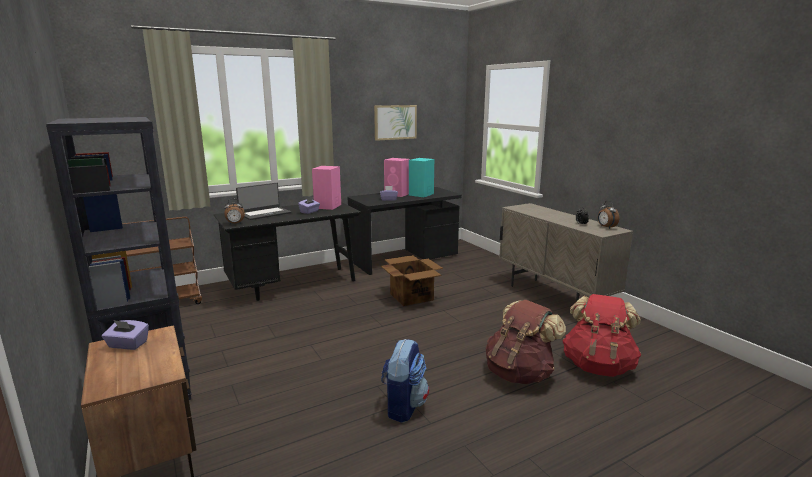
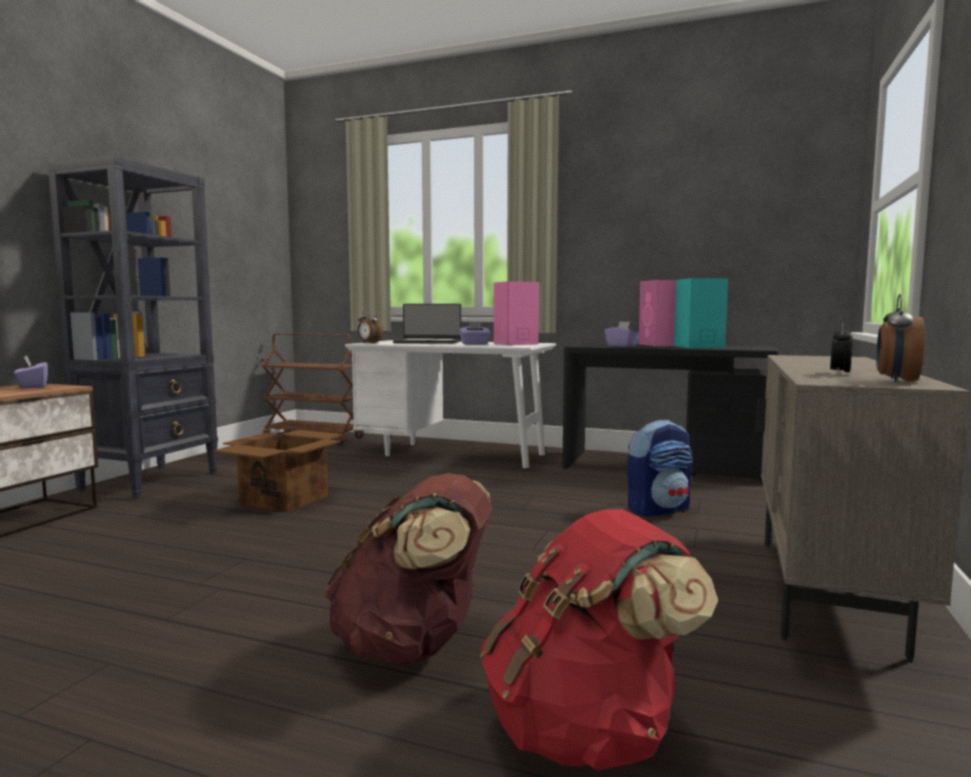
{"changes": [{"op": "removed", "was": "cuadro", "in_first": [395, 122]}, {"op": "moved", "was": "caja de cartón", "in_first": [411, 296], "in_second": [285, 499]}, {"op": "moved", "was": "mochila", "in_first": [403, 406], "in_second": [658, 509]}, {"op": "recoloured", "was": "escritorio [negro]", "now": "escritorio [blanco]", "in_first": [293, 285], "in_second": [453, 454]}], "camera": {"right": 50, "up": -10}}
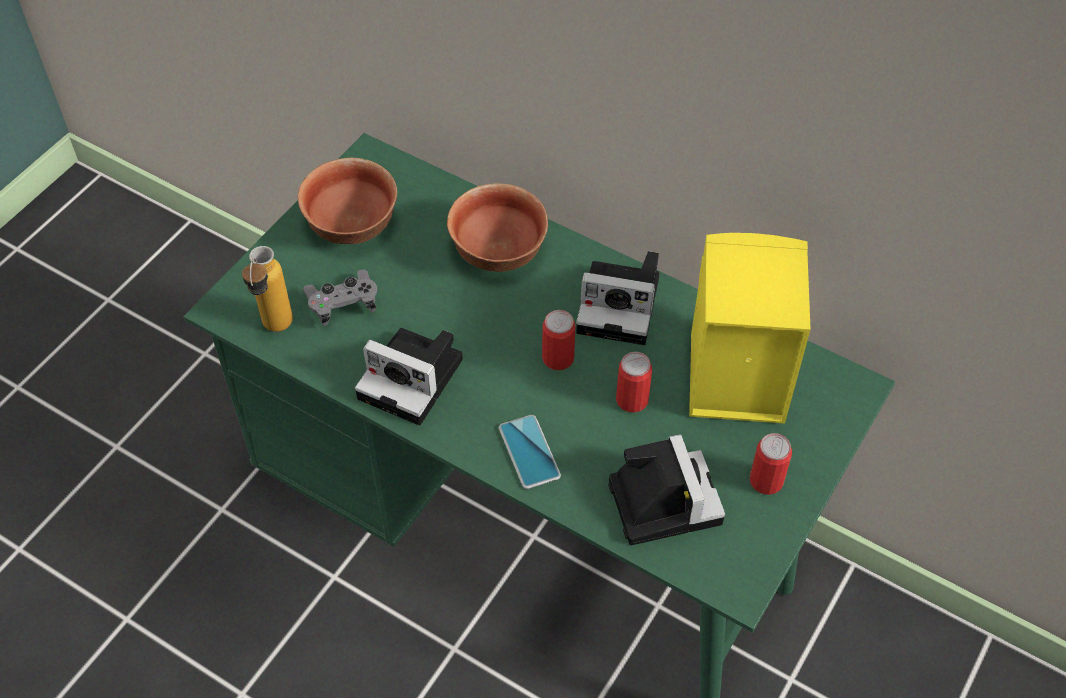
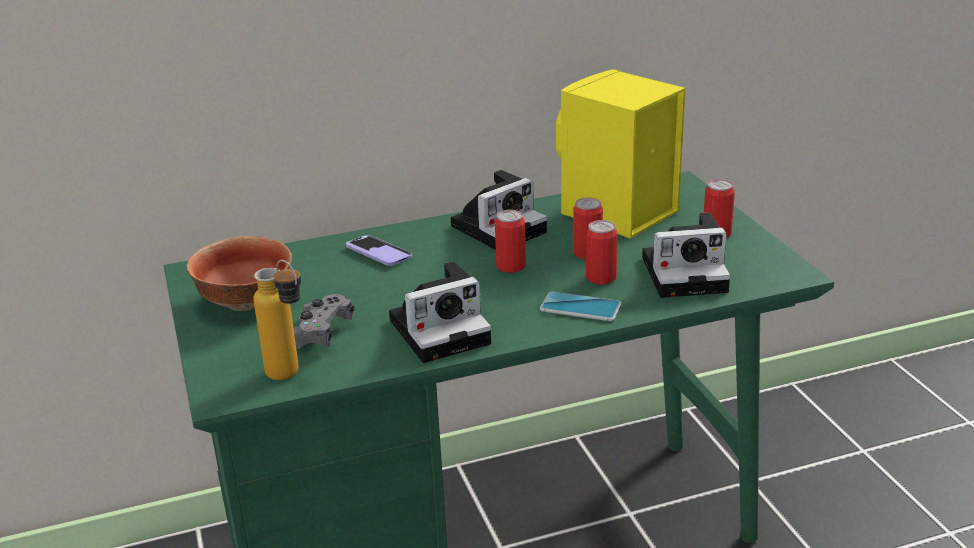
{"changes": [{"op": "added", "now": "lata", "in_second": [601, 278]}, {"op": "replaced", "was": "cuenco", "now": "móvil", "in_first": [500, 251], "in_second": [379, 253]}, {"op": "turned", "was": "cámara", "in_first": [662, 499], "in_second": [687, 273], "clockwise": 150}], "camera": {"right": -50, "up": -25}}
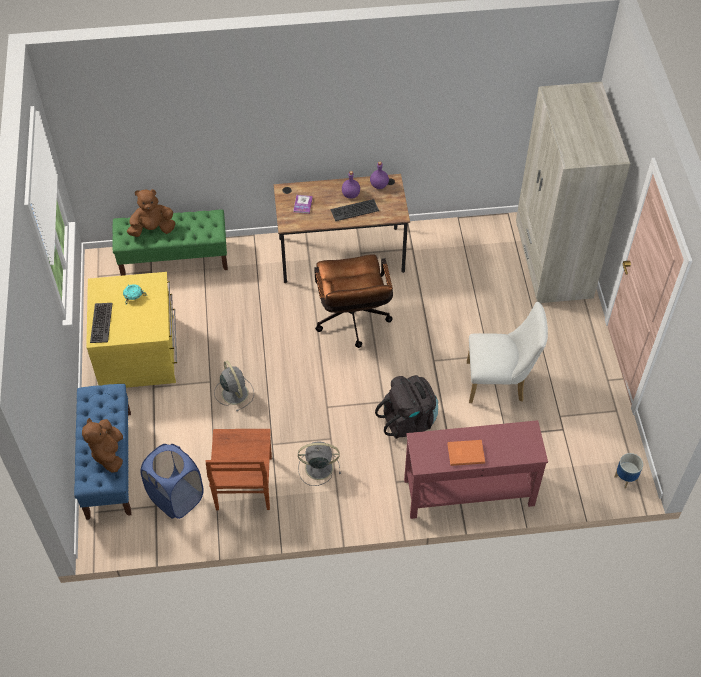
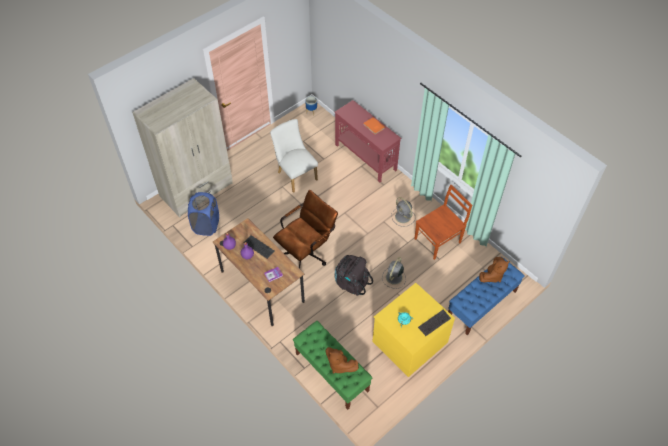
{"changes": [{"op": "moved", "was": "cesto de la ropa [azul]", "in_first": [176, 497], "in_second": [206, 225]}, {"op": "moved", "was": "mochila [negro]", "in_first": [409, 420], "in_second": [351, 283]}], "camera": {"right": -125, "up": 0}}
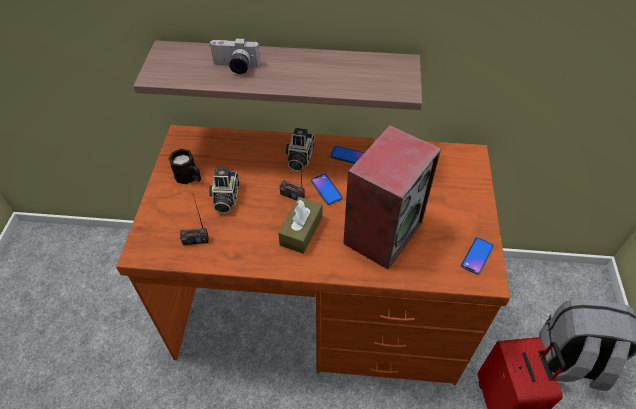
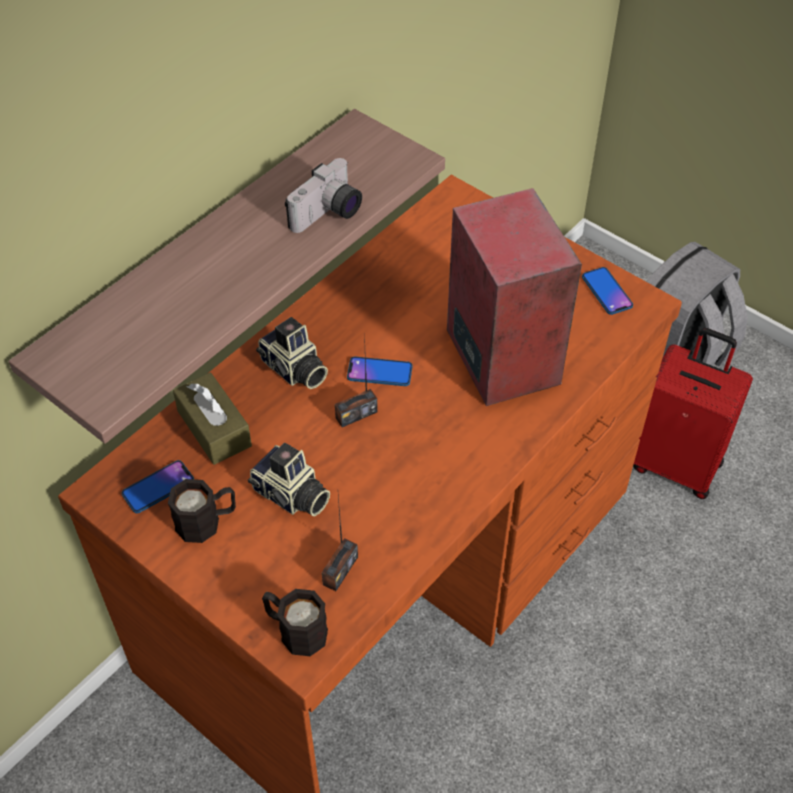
{"changes": [{"op": "added", "now": "taza grande [negro]", "in_second": [295, 630]}, {"op": "moved", "was": "cámara", "in_first": [235, 67], "in_second": [328, 215]}, {"op": "moved", "was": "caja de pañuelos [marrón]", "in_first": [301, 231], "in_second": [214, 428]}, {"op": "moved", "was": "móvil", "in_first": [349, 156], "in_second": [158, 487]}], "camera": {"right": -55, "up": 0}}
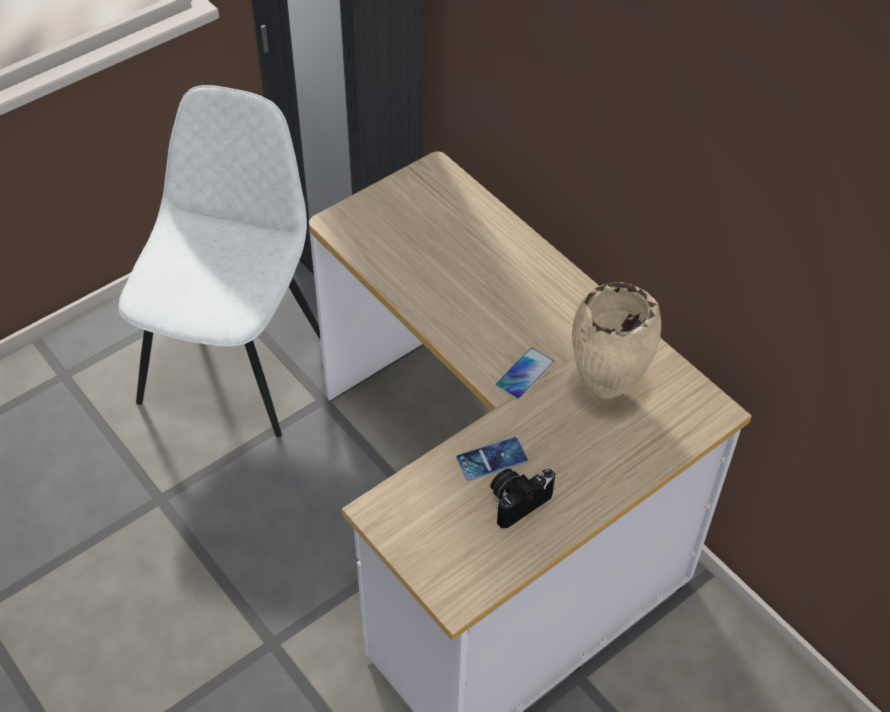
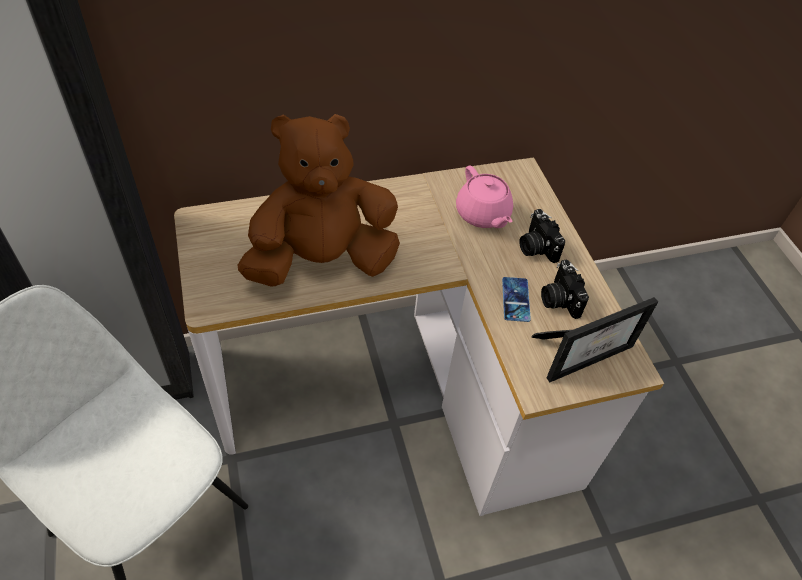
{"changes": [{"op": "removed", "was": "móvil", "in_first": [524, 374]}, {"op": "added", "now": "peluche [marrón]", "in_second": [322, 260]}, {"op": "added", "now": "cámara", "in_second": [536, 247]}, {"op": "added", "now": "portarretratos", "in_second": [585, 353]}, {"op": "replaced", "was": "florero [beis]", "now": "tetera [rosa]", "in_first": [605, 392], "in_second": [482, 215]}], "camera": {"right": -70, "up": 0}}
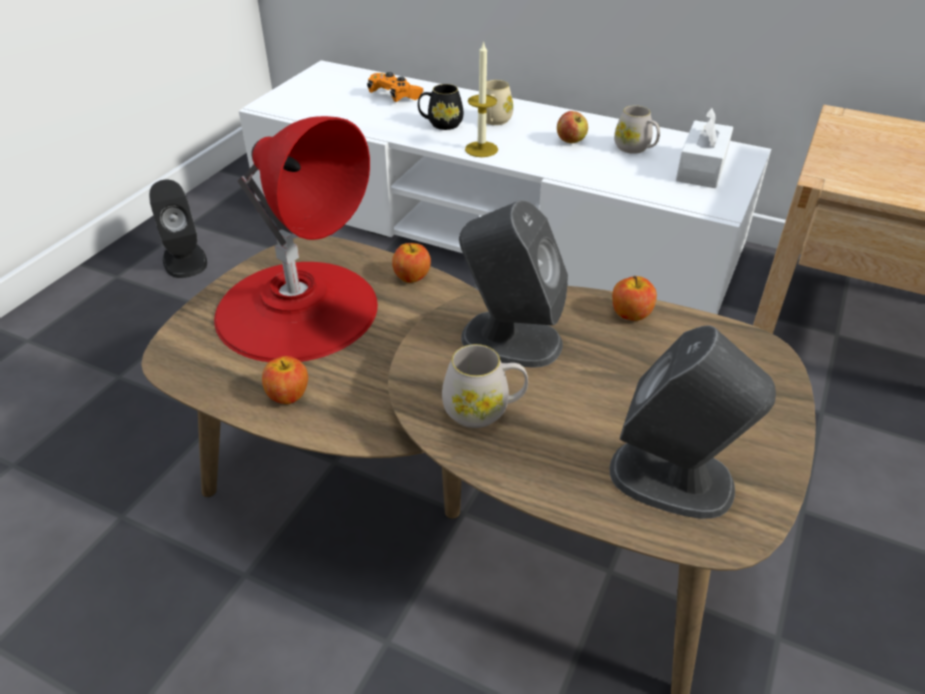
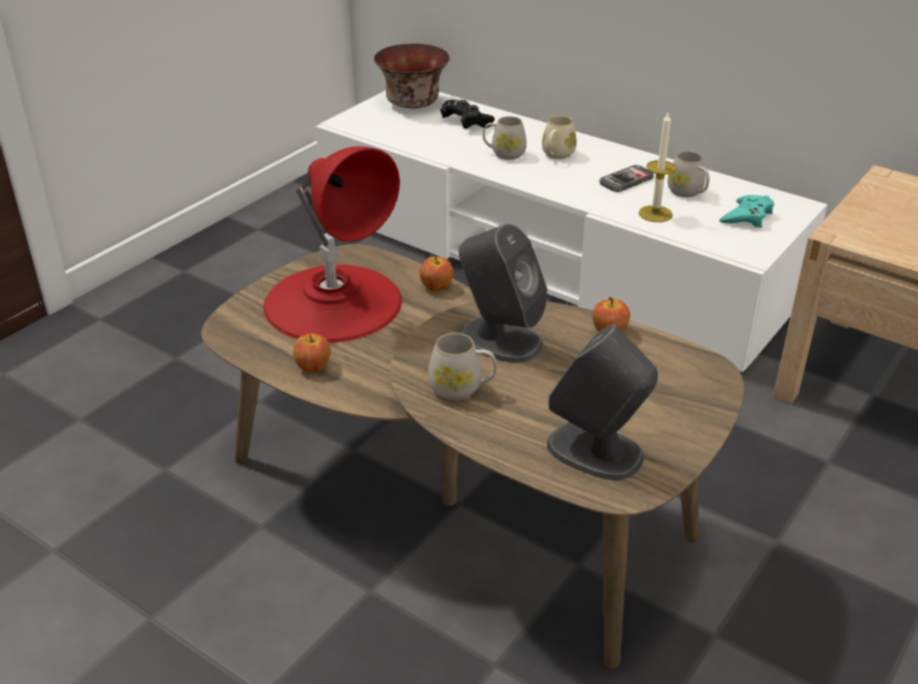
{"changes": [{"op": "removed", "was": "altavoz [negro]", "in_first": [184, 260]}, {"op": "added", "now": "cuenco", "in_second": [413, 103]}, {"op": "moved", "was": "vela", "in_first": [481, 149], "in_second": [655, 214]}, {"op": "replaced", "was": "manzana", "now": "móvil", "in_first": [571, 141], "in_second": [626, 180]}, {"op": "replaced", "was": "caja de pañuelos [blanco]", "now": "mando de consola [turquesa]", "in_first": [701, 168], "in_second": [747, 217]}, {"op": "recoloured", "was": "mando de consola [naranja]", "now": "mando de consola [negro]", "in_first": [395, 96], "in_second": [466, 123]}, {"op": "recoloured", "was": "taza grande [negro]", "now": "taza grande [blanco]", "in_first": [440, 124], "in_second": [504, 153]}], "camera": {"right": 10, "up": -5}}
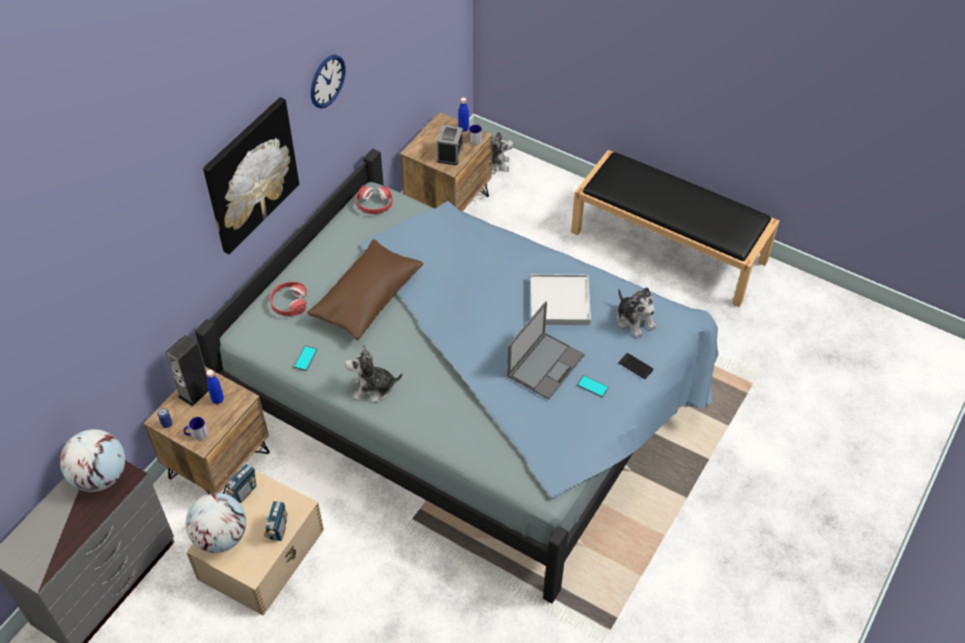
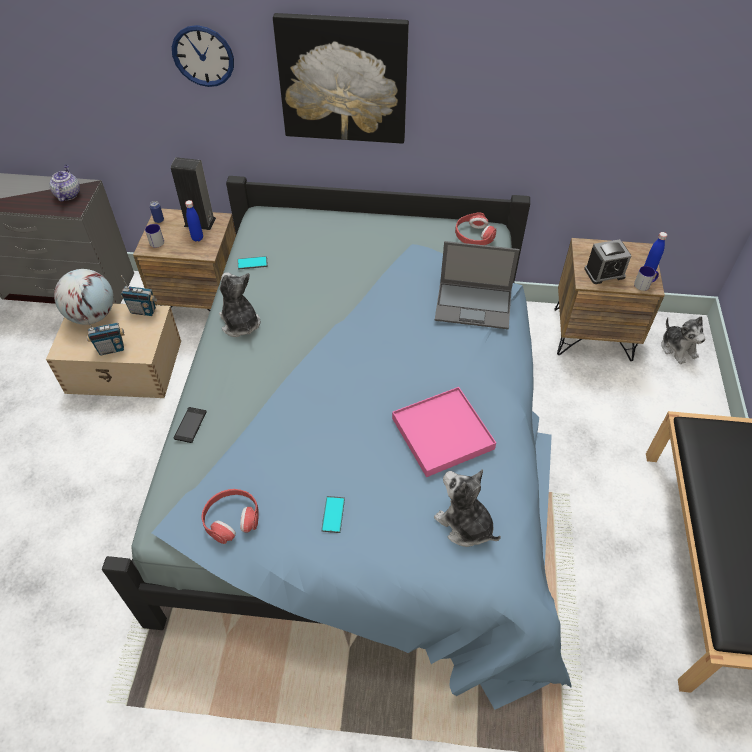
{"changes": [{"op": "removed", "was": "cojín [marrón]", "in_first": [367, 299]}, {"op": "moved", "was": "auriculares [rojo]", "in_first": [289, 303], "in_second": [231, 519]}, {"op": "moved", "was": "reloj de pared", "in_first": [327, 81], "in_second": [203, 56]}, {"op": "moved", "was": "portátil", "in_first": [546, 365], "in_second": [474, 305]}, {"op": "moved", "was": "móvil", "in_first": [635, 366], "in_second": [190, 425]}, {"op": "replaced", "was": "globo terráqueo", "now": "tetera", "in_first": [100, 476], "in_second": [68, 194]}, {"op": "recoloured", "was": "bandeja [blanco]", "now": "bandeja [rosa]", "in_first": [559, 302], "in_second": [442, 433]}, {"op": "turned", "was": "peluche", "in_first": [634, 320], "in_second": [464, 524], "clockwise": 105}], "camera": {"right": 65, "up": 0}}
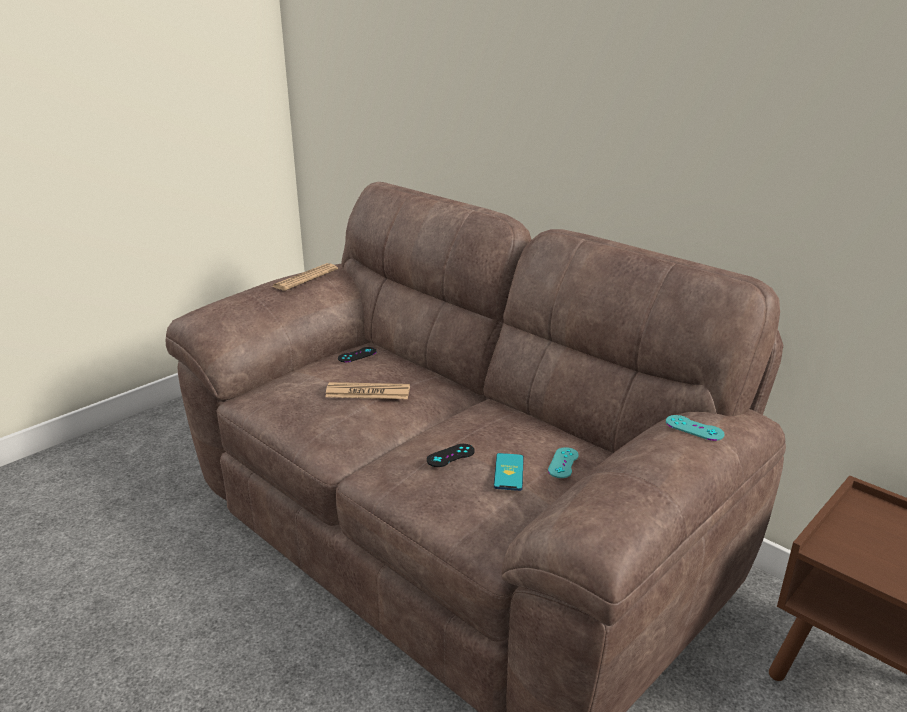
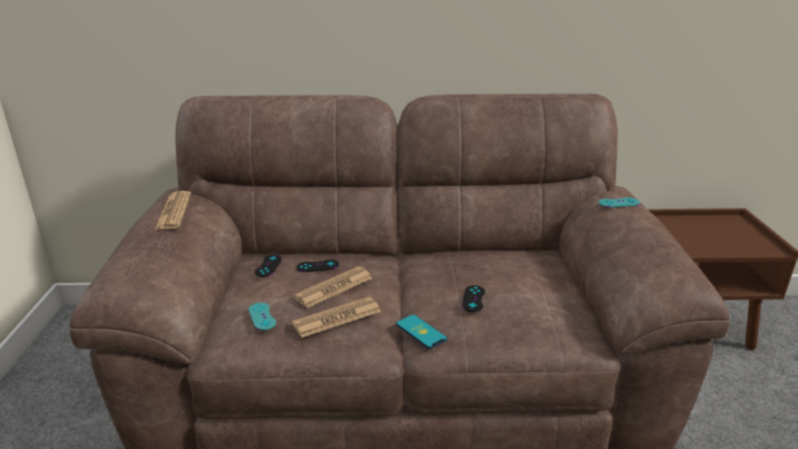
{"changes": [{"op": "added", "now": "periódico", "in_second": [337, 318]}, {"op": "added", "now": "mando de consola [negro]", "in_second": [317, 266]}, {"op": "moved", "was": "móvil", "in_first": [508, 472], "in_second": [421, 332]}, {"op": "moved", "was": "mando de consola [turquesa]", "in_first": [563, 463], "in_second": [262, 316]}], "camera": {"right": -45, "up": 0}}
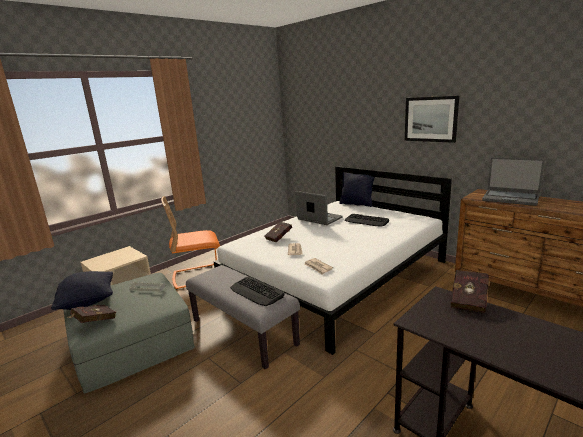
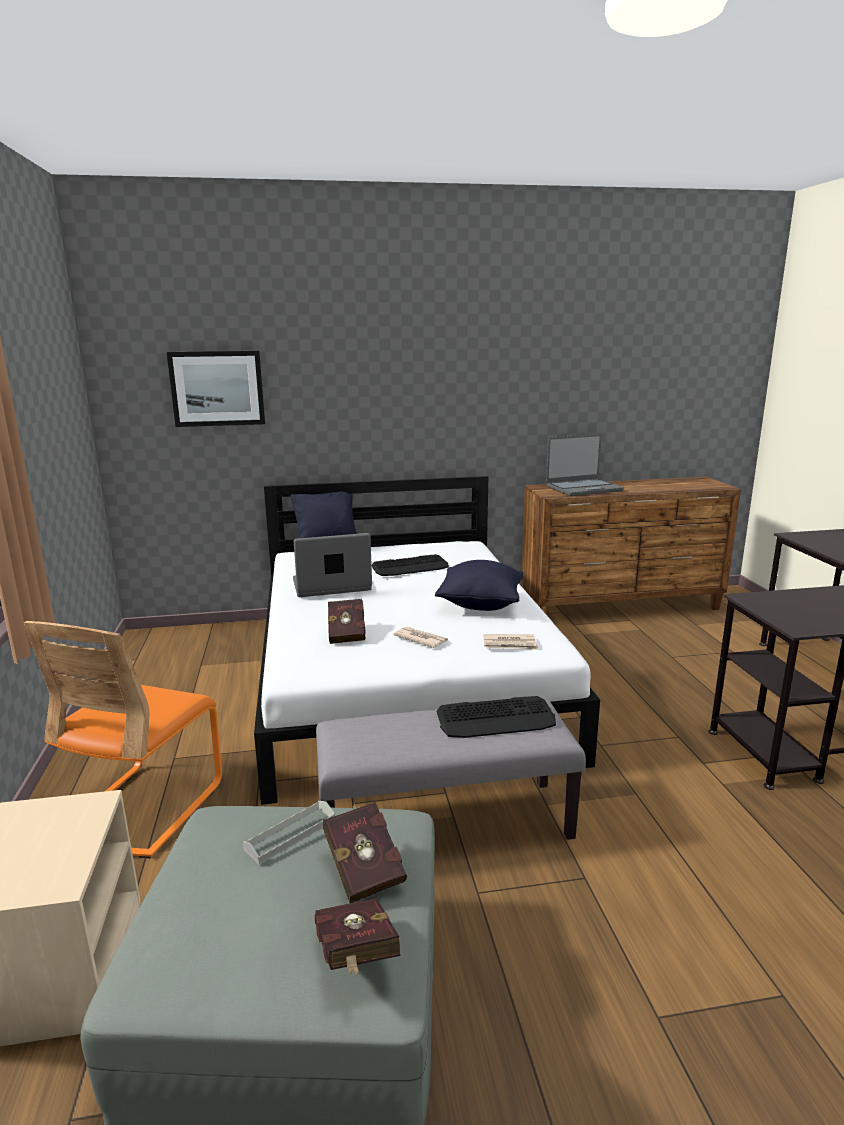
{"changes": [{"op": "moved", "was": "cojín [negro]", "in_first": [88, 302], "in_second": [480, 604]}, {"op": "moved", "was": "cuadro", "in_first": [430, 119], "in_second": [217, 388]}, {"op": "moved", "was": "libro [rojo]", "in_first": [469, 300], "in_second": [364, 866]}], "camera": {"right": -55, "up": 0}}
